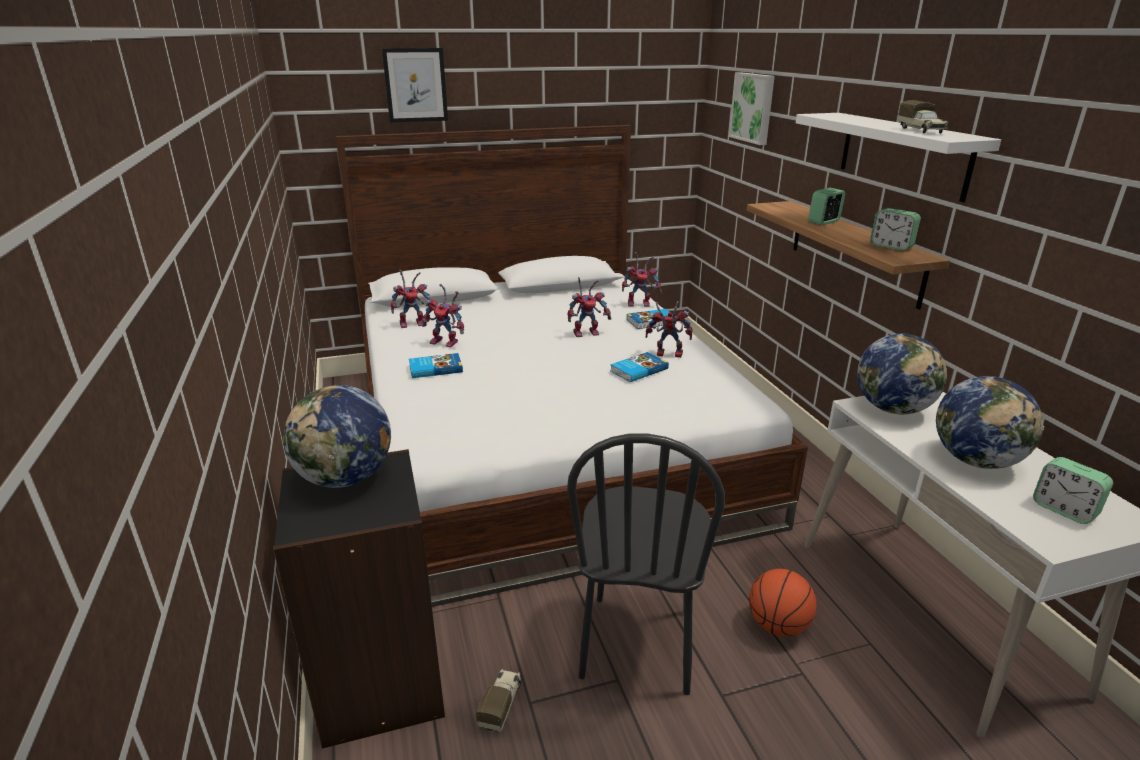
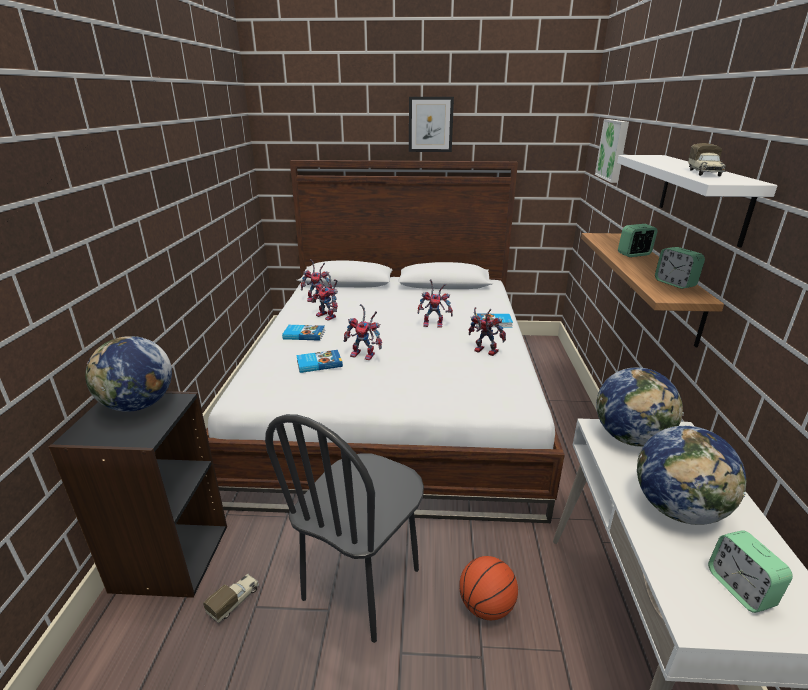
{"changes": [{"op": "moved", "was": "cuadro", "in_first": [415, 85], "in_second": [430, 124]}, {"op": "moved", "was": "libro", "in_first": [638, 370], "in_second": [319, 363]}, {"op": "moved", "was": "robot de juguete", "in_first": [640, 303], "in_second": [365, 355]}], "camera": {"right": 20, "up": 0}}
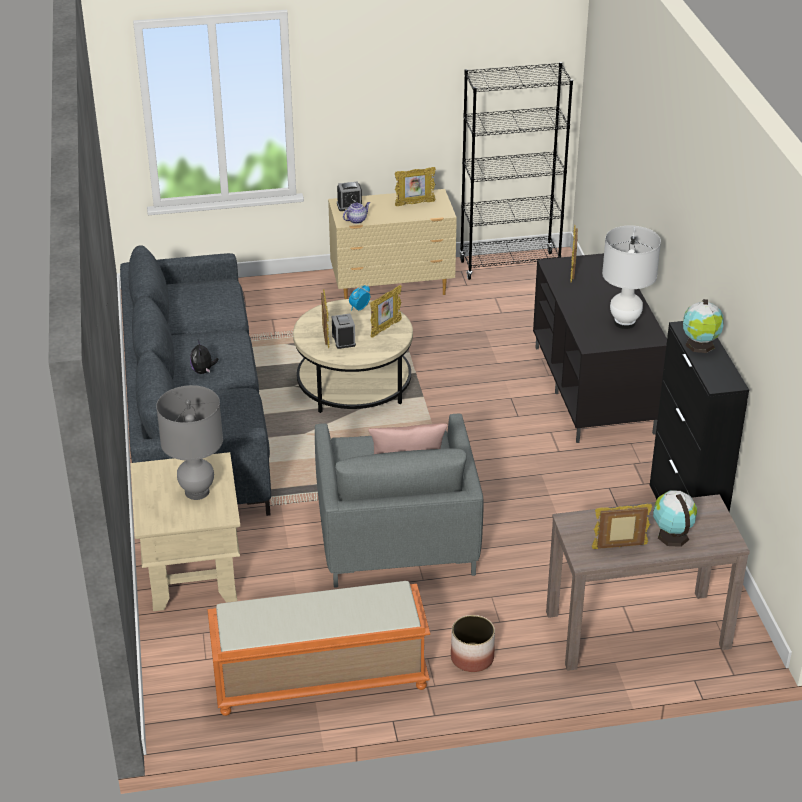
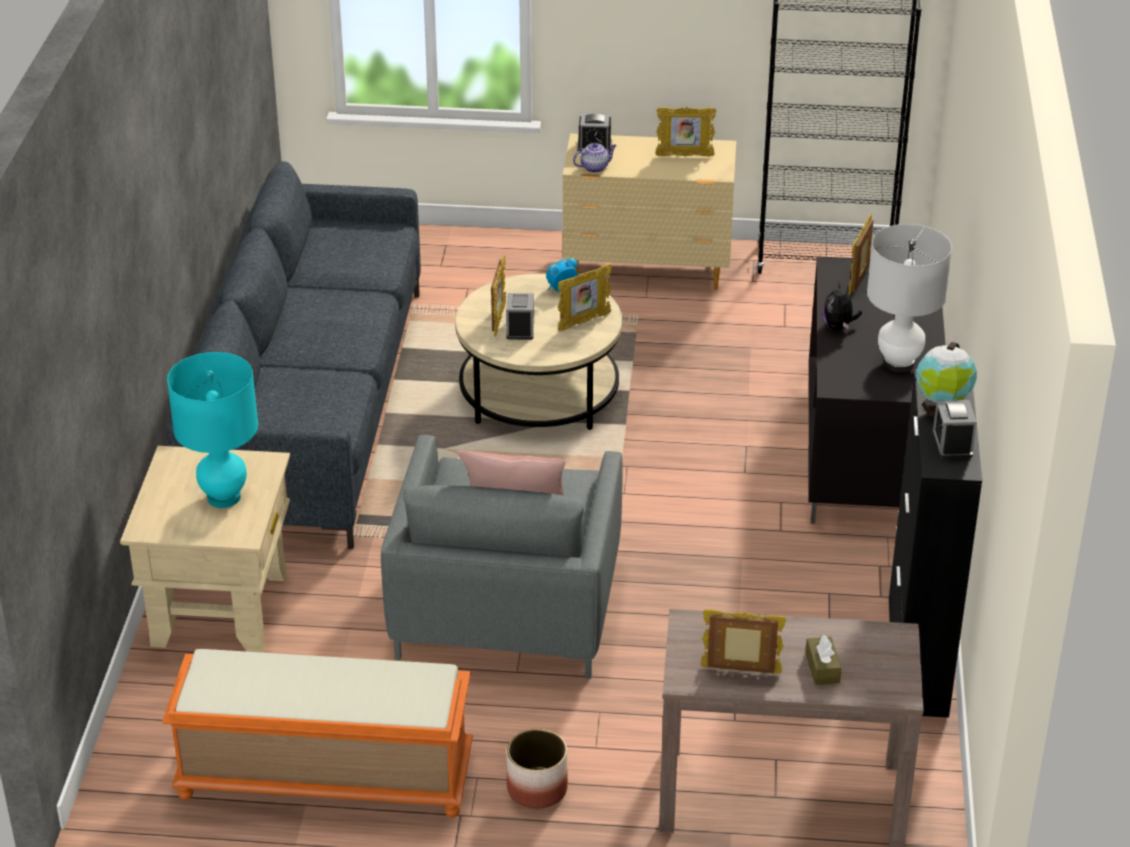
{"changes": [{"op": "added", "now": "despertador", "in_second": [952, 444]}, {"op": "moved", "was": "peluche", "in_first": [203, 371], "in_second": [838, 327]}, {"op": "replaced", "was": "globo terráqueo", "now": "caja de pañuelos [marrón]", "in_first": [672, 535], "in_second": [822, 668]}, {"op": "recoloured", "was": "lámpara de mesa [gris]", "now": "lámpara de mesa [turquesa]", "in_first": [197, 492], "in_second": [224, 497]}], "camera": {"right": 15, "up": 0}}
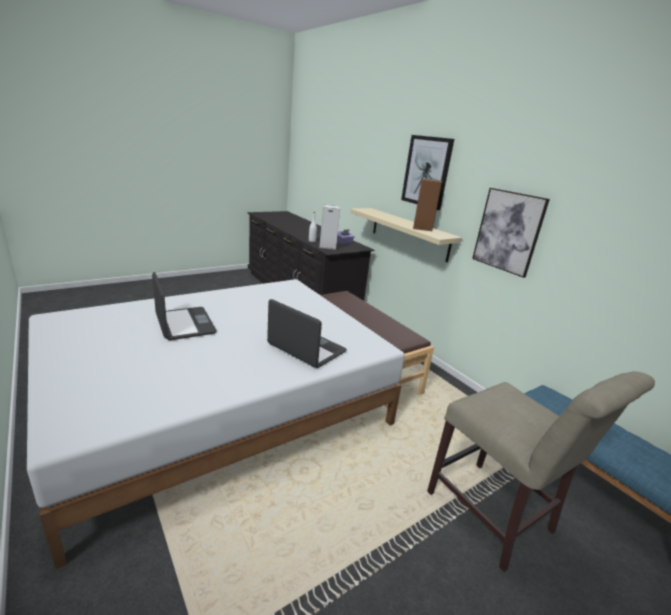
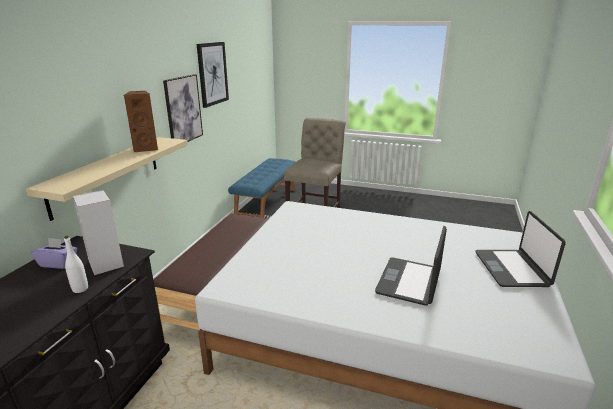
{"changes": [{"op": "moved", "was": "portátil", "in_first": [306, 348], "in_second": [512, 269]}, {"op": "moved", "was": "cuadro", "in_first": [426, 171], "in_second": [212, 74]}], "camera": {"right": -125, "up": 0}}
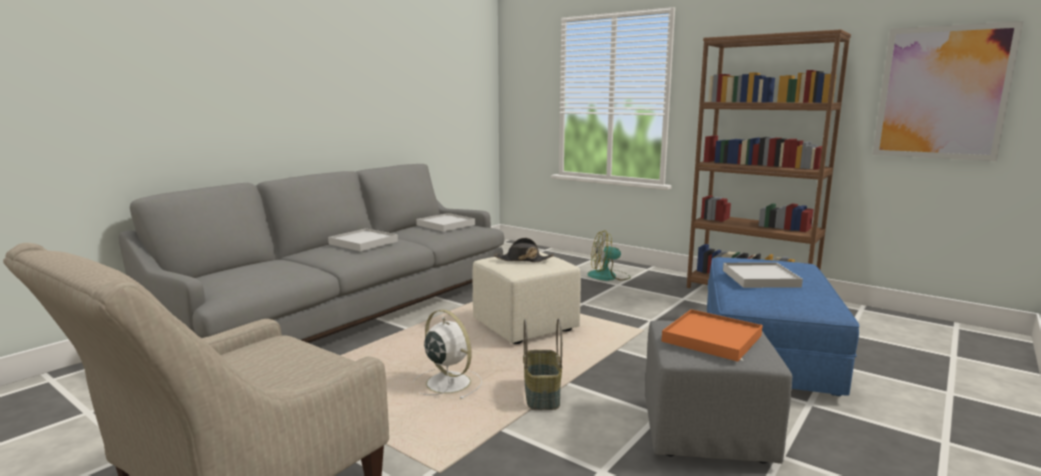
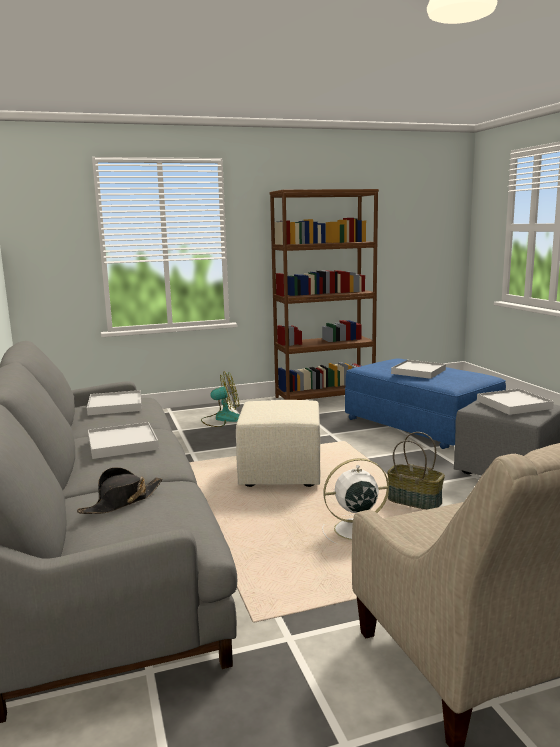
{"changes": [{"op": "removed", "was": "cuadro", "in_first": [942, 93]}, {"op": "moved", "was": "sombrero [negro]", "in_first": [523, 260], "in_second": [122, 501]}, {"op": "recoloured", "was": "bandeja [naranja]", "now": "bandeja [blanco]", "in_first": [712, 338], "in_second": [513, 404]}, {"op": "turned", "was": "ventilador", "in_first": [609, 276], "in_second": [222, 419], "clockwise": -135}], "camera": {"right": -55, "up": 0}}
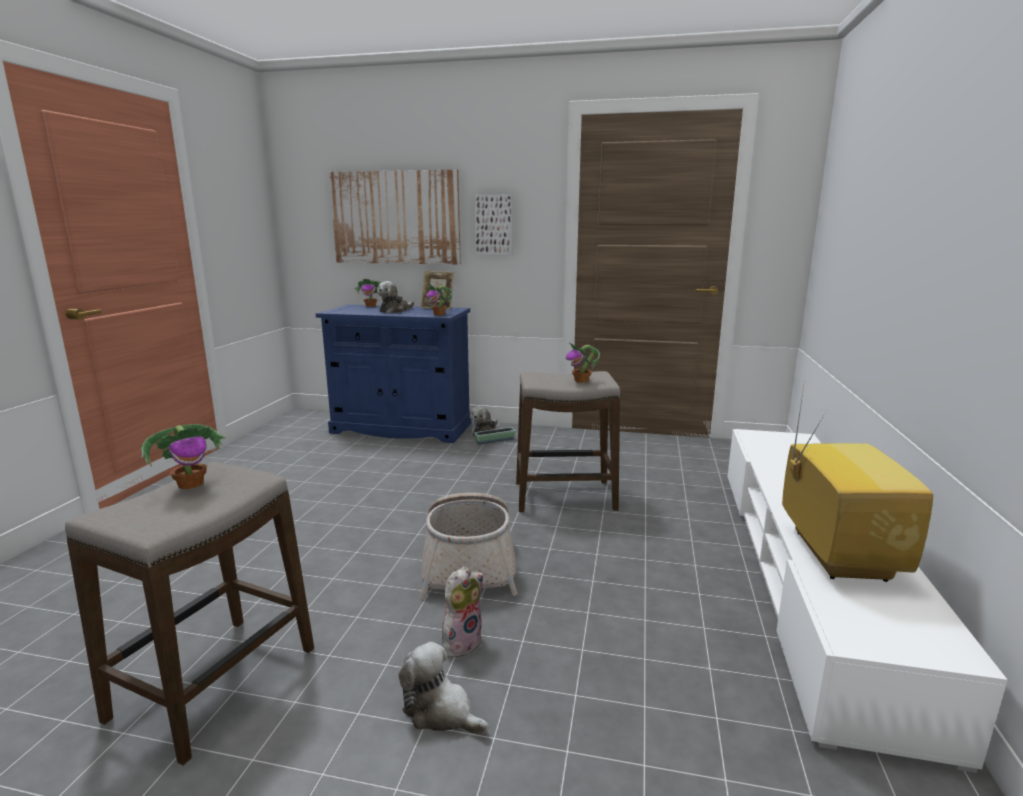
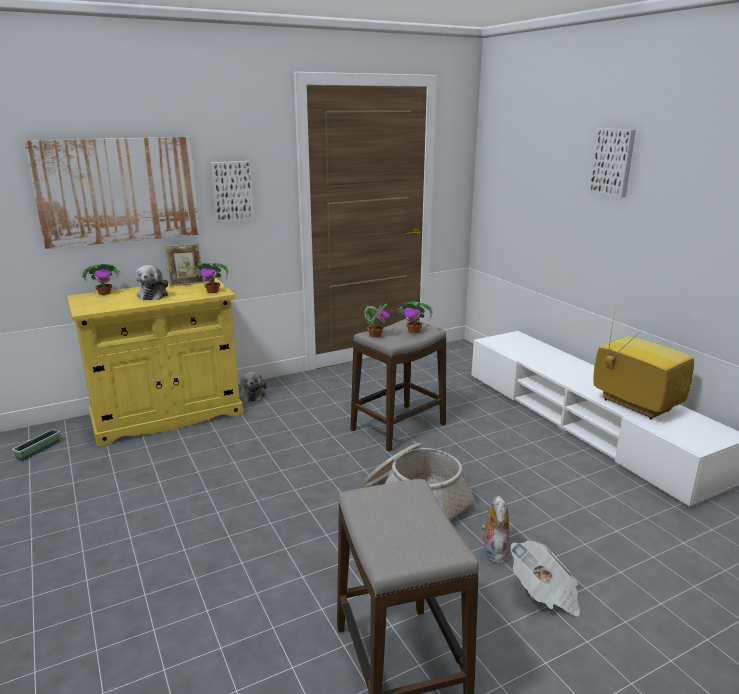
{"changes": [{"op": "added", "now": "cuadro", "in_second": [613, 162]}, {"op": "moved", "was": "planta en maceta", "in_first": [192, 484], "in_second": [374, 335]}, {"op": "moved", "was": "maceta", "in_first": [495, 441], "in_second": [38, 450]}, {"op": "replaced", "was": "peluche", "now": "periódico", "in_first": [440, 711], "in_second": [544, 593]}, {"op": "recoloured", "was": "armario [azul]", "now": "armario [amarillo]", "in_first": [401, 428], "in_second": [167, 416]}], "camera": {"right": -40, "up": 5}}
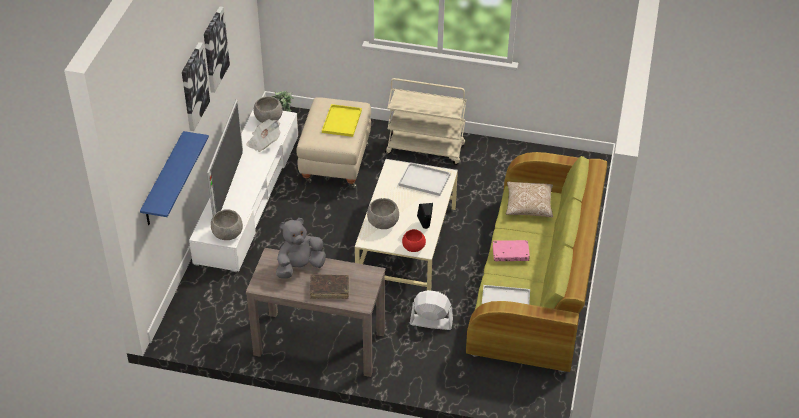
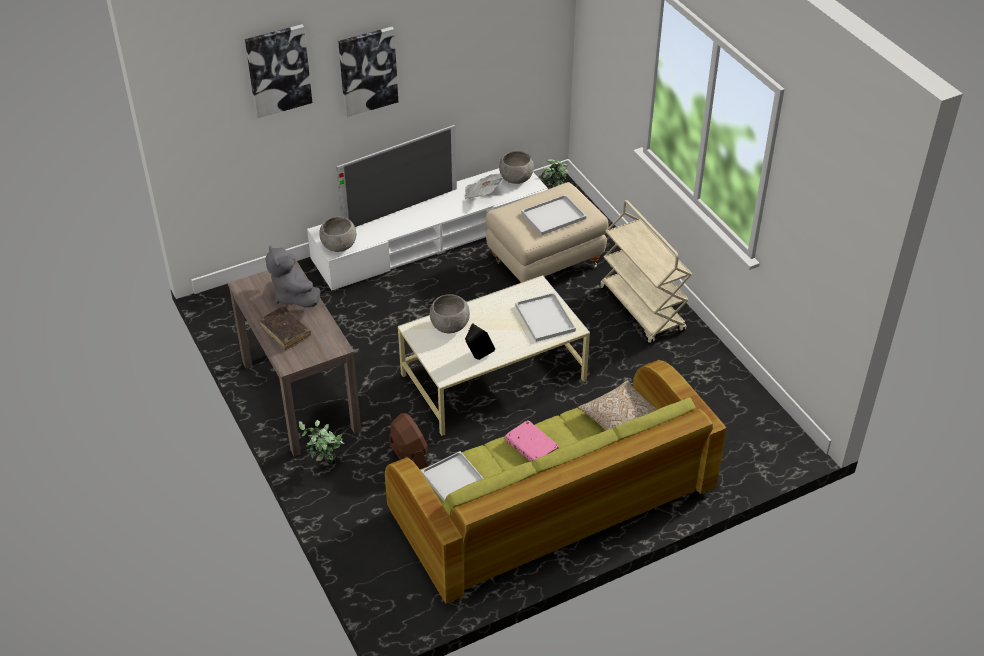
{"changes": [{"op": "removed", "was": "estante [azul]", "in_first": [163, 180]}, {"op": "removed", "was": "cuenco [rojo]", "in_first": [413, 247]}, {"op": "added", "now": "planta en maceta", "in_second": [325, 465]}, {"op": "moved", "was": "cuadro", "in_first": [214, 49], "in_second": [278, 70]}, {"op": "recoloured", "was": "bandeja [amarillo]", "now": "bandeja [blanco]", "in_first": [342, 122], "in_second": [552, 216]}, {"op": "recoloured", "was": "ventilador [blanco]", "now": "ventilador [marrón]", "in_first": [431, 322], "in_second": [409, 456]}, {"op": "turned", "was": "peluche [gris]", "in_first": [299, 267], "in_second": [294, 296], "clockwise": -135}], "camera": {"right": 50, "up": 0}}
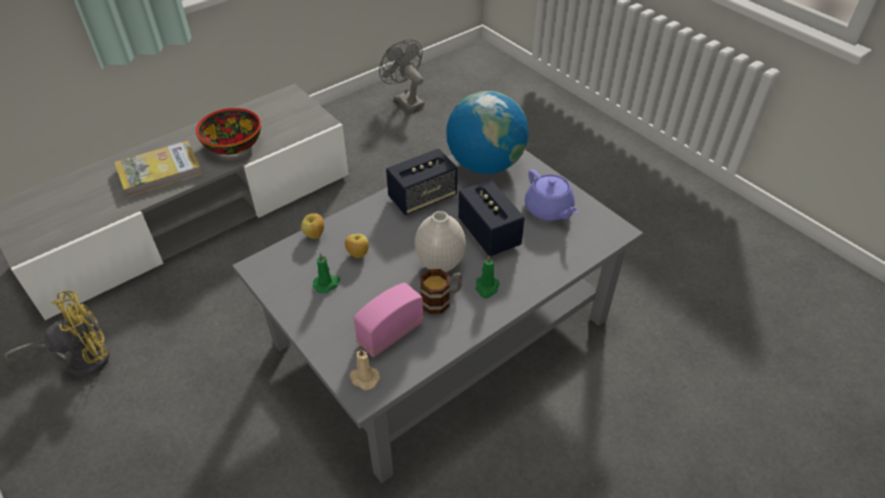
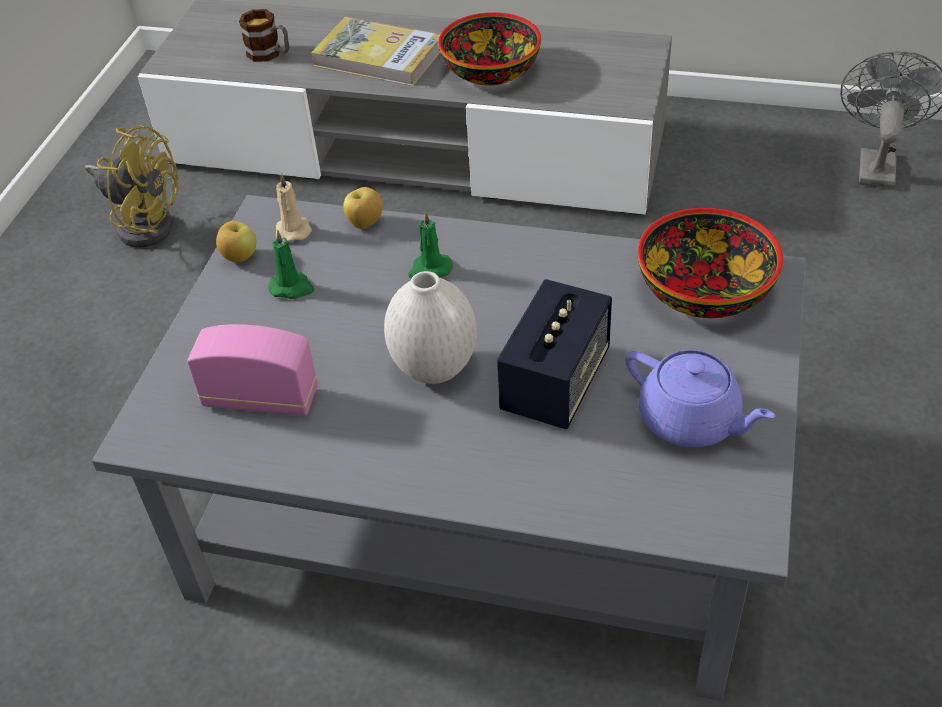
{"changes": [{"op": "removed", "was": "altavoz", "in_first": [422, 197]}, {"op": "moved", "was": "manzana", "in_first": [357, 254], "in_second": [240, 257]}, {"op": "moved", "was": "vela [beis]", "in_first": [364, 378], "in_second": [293, 229]}, {"op": "moved", "was": "taza grande", "in_first": [441, 300], "in_second": [270, 54]}, {"op": "moved", "was": "vela [verde]", "in_first": [486, 287], "in_second": [429, 270]}, {"op": "replaced", "was": "globo terráqueo", "now": "cuenco", "in_first": [485, 164], "in_second": [704, 290]}, {"op": "turned", "was": "tetera [morado]", "in_first": [549, 210], "in_second": [691, 420], "clockwise": -75}], "camera": {"right": 55, "up": 0}}
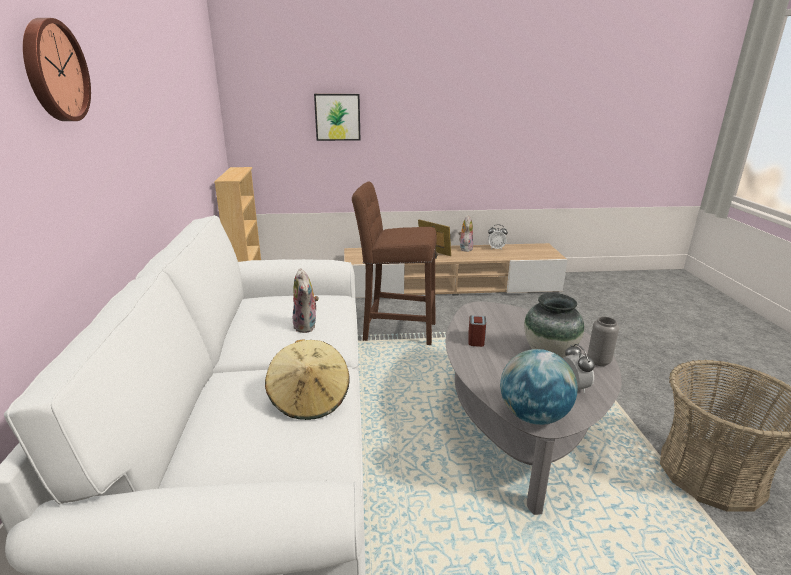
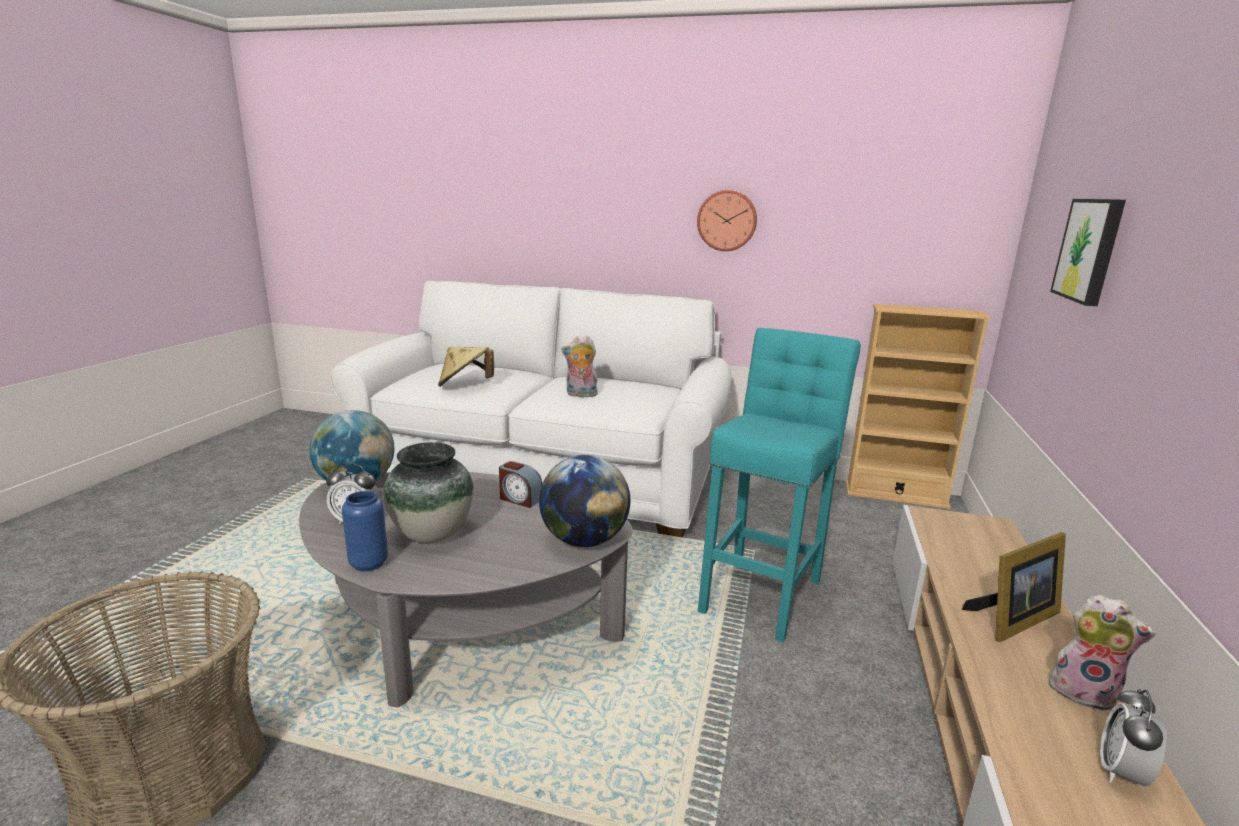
{"changes": [{"op": "added", "now": "globo terráqueo", "in_second": [584, 540]}, {"op": "moved", "was": "reloj de pared", "in_first": [53, 71], "in_second": [727, 220]}, {"op": "recoloured", "was": "taburete [marrón]", "now": "taburete [turquesa]", "in_first": [395, 330], "in_second": [762, 591]}, {"op": "recoloured", "was": "florero [gris]", "now": "florero [azul]", "in_first": [598, 361], "in_second": [368, 564]}], "camera": {"right": 110, "up": -5}}
